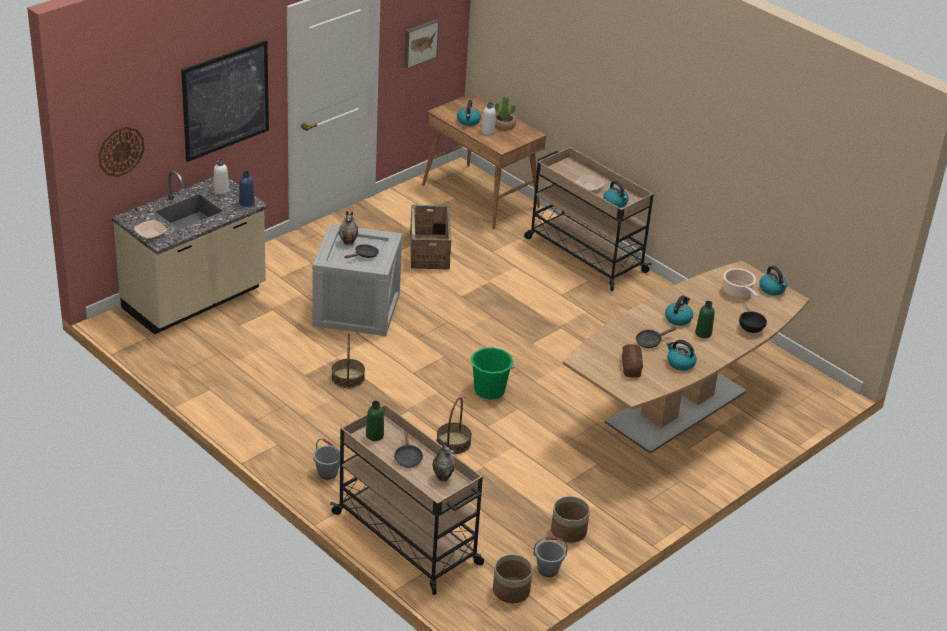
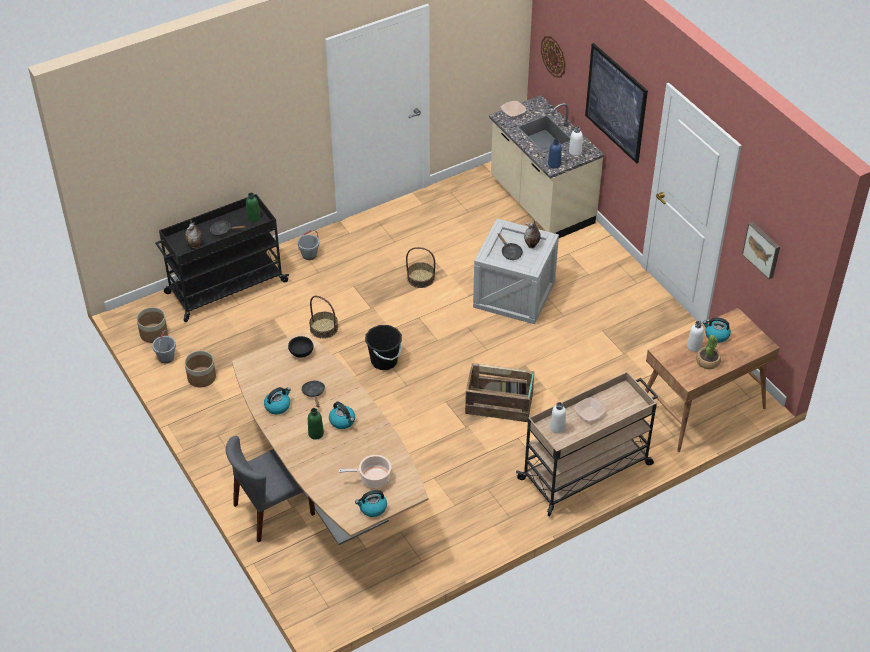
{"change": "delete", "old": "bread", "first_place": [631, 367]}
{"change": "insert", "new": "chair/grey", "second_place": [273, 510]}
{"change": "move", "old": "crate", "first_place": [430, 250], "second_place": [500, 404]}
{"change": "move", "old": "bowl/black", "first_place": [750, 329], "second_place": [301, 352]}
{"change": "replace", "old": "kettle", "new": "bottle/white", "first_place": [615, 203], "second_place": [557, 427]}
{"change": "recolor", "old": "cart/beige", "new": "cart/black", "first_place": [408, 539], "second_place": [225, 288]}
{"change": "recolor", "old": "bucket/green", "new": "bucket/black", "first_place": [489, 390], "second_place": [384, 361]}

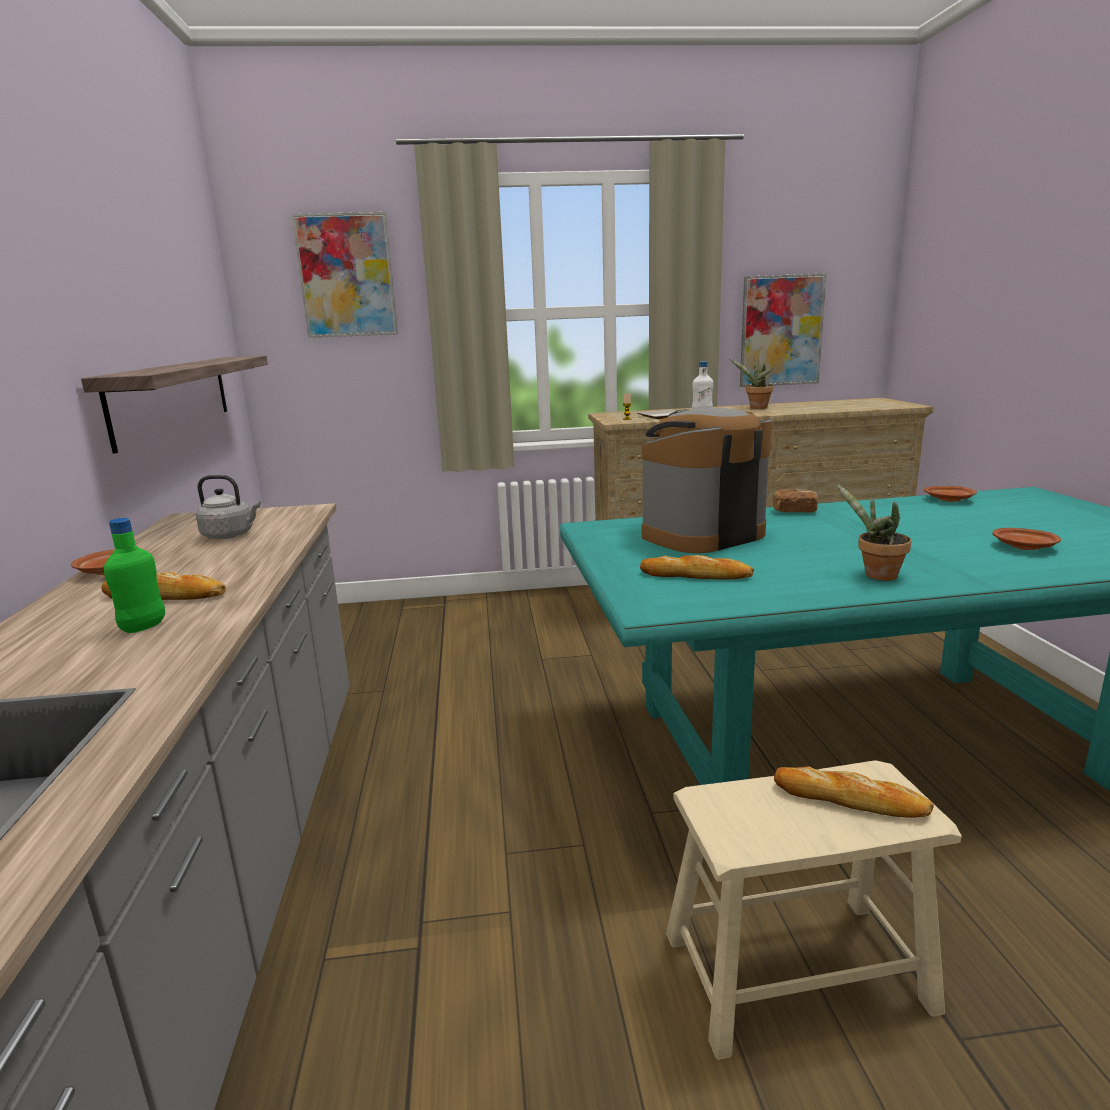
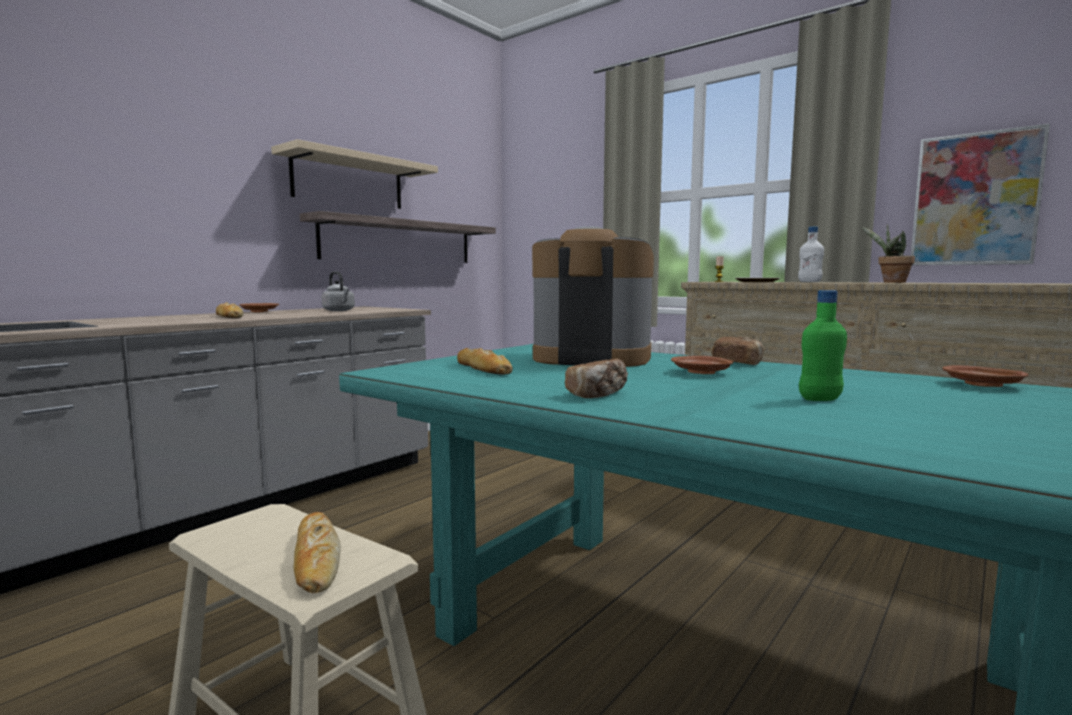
{"change": "delete", "old": "picture", "first_place": [346, 276]}
{"change": "insert", "new": "shelf/beige", "second_place": [348, 181]}
{"change": "move", "old": "bottle/green", "first_place": [144, 627], "second_place": [820, 399]}
{"change": "move", "old": "plate/brown", "first_place": [1025, 547], "second_place": [701, 373]}
{"change": "replace", "old": "potted plant", "new": "bread", "first_place": [875, 575], "second_place": [598, 394]}

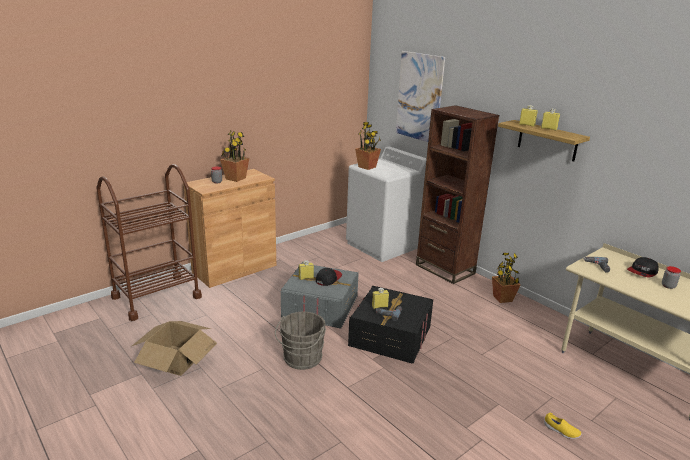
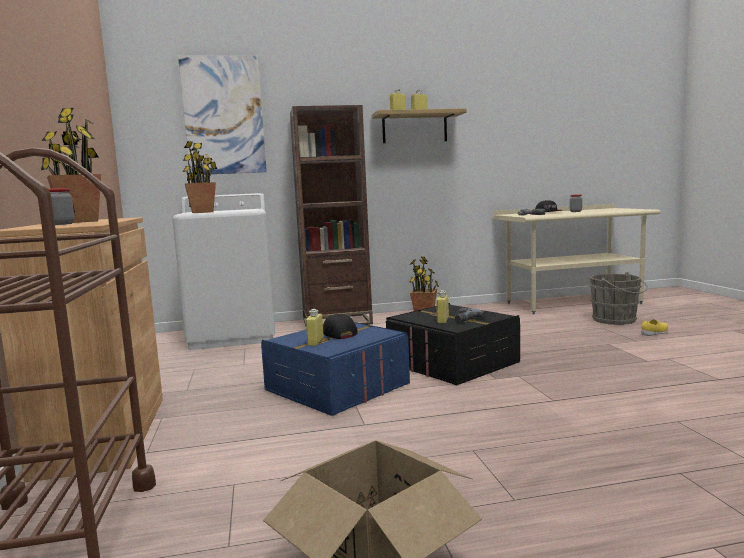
{"change": "move", "old": "bucket/grey", "first_place": [301, 359], "second_place": [616, 320]}
{"change": "recolor", "old": "storage box/grey", "new": "storage box/blue", "first_place": [320, 307], "second_place": [337, 387]}

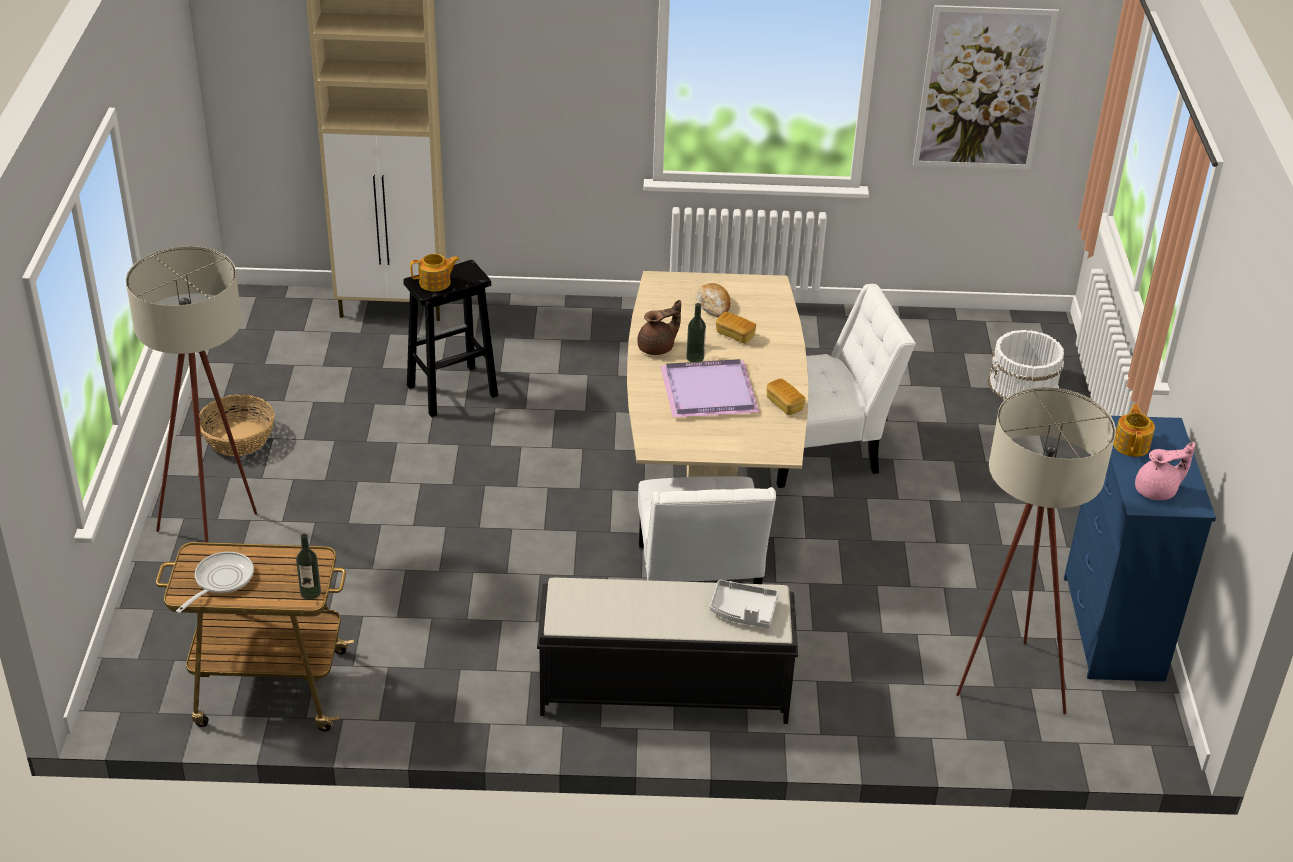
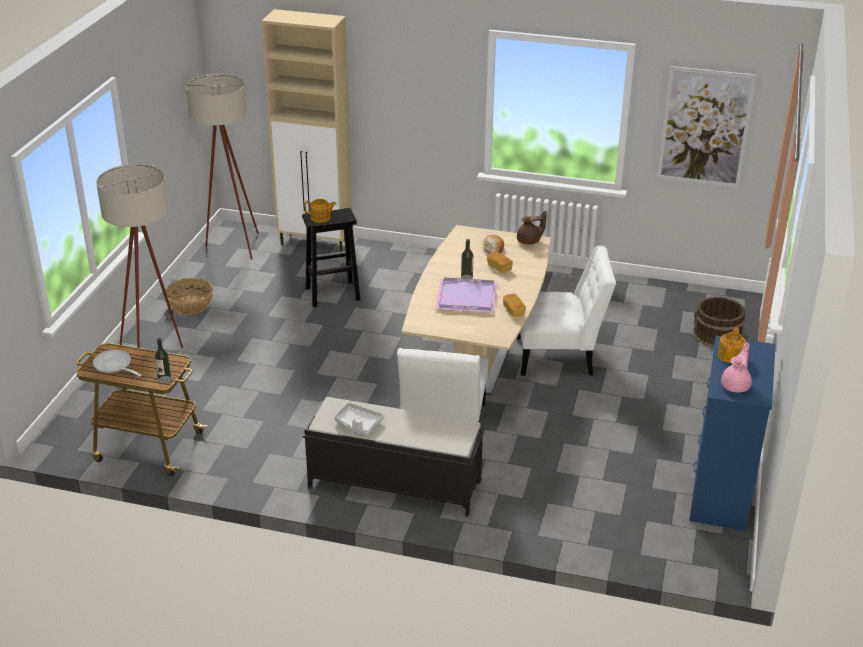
{"change": "move", "old": "teapot/brown", "first_place": [657, 348], "second_place": [529, 241]}
{"change": "move", "old": "tray/grey", "first_place": [743, 611], "second_place": [358, 424]}
{"change": "move", "old": "floor lamp/beige", "first_place": [1002, 685], "second_place": [231, 246]}
{"change": "recolor", "old": "bucket/white", "new": "bucket/brown", "first_place": [1023, 385], "second_place": [717, 335]}
{"change": "rotate", "old": "frying pan", "first_place": [220, 581], "second_place": [114, 366], "degrees": -90}
{"change": "rotate", "old": "teapot/pink", "first_place": [1157, 491], "second_place": [736, 385], "degrees": -60}

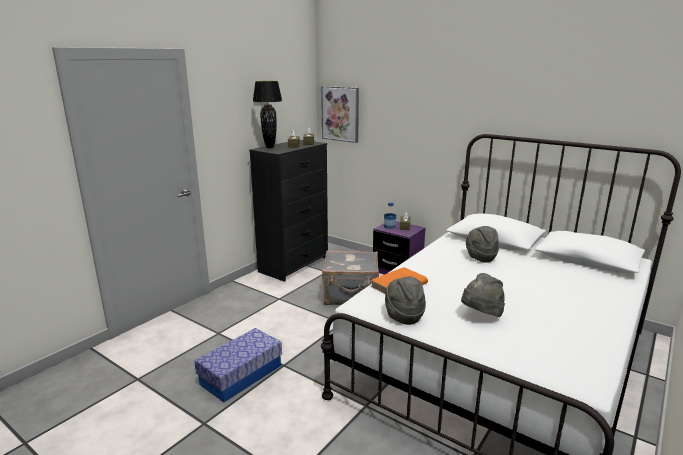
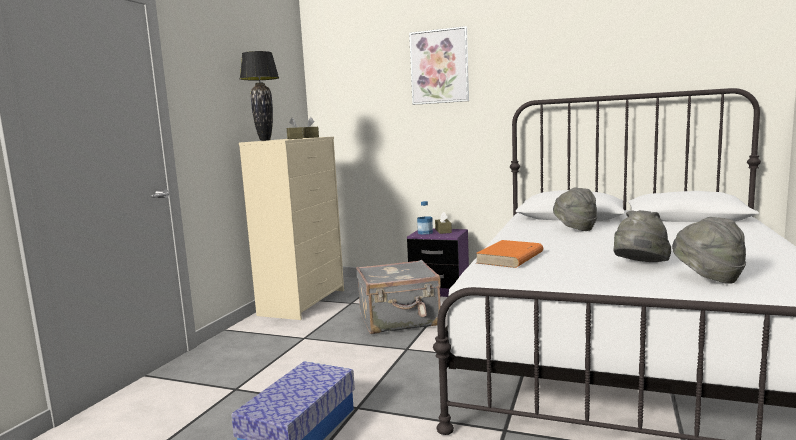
{"change": "move", "old": "picture", "first_place": [340, 114], "second_place": [439, 66]}
{"change": "move", "old": "hat/grey", "first_place": [403, 316], "second_place": [707, 278]}
{"change": "recolor", "old": "dresser/black", "new": "dresser/beige", "first_place": [294, 264], "second_place": [303, 302]}

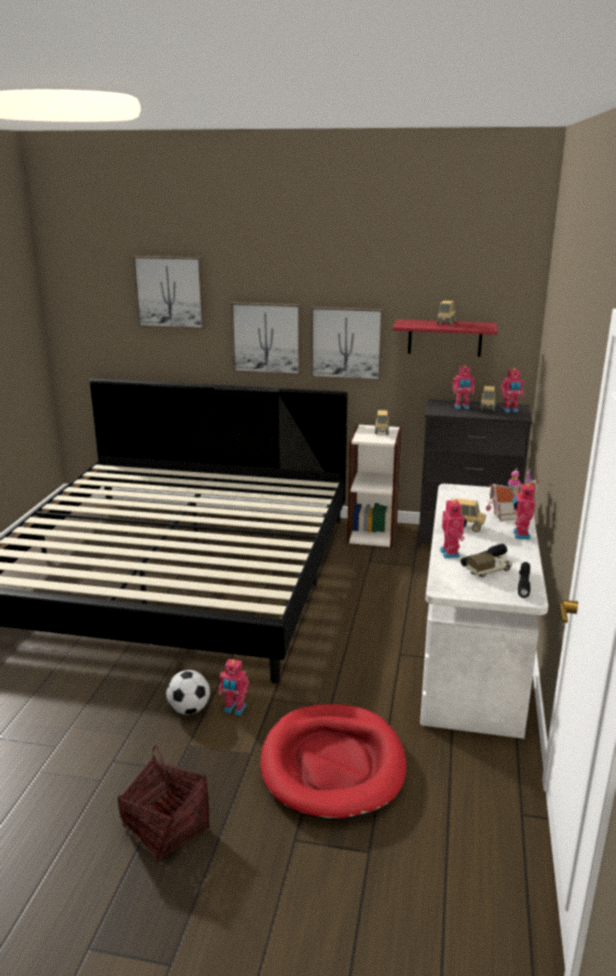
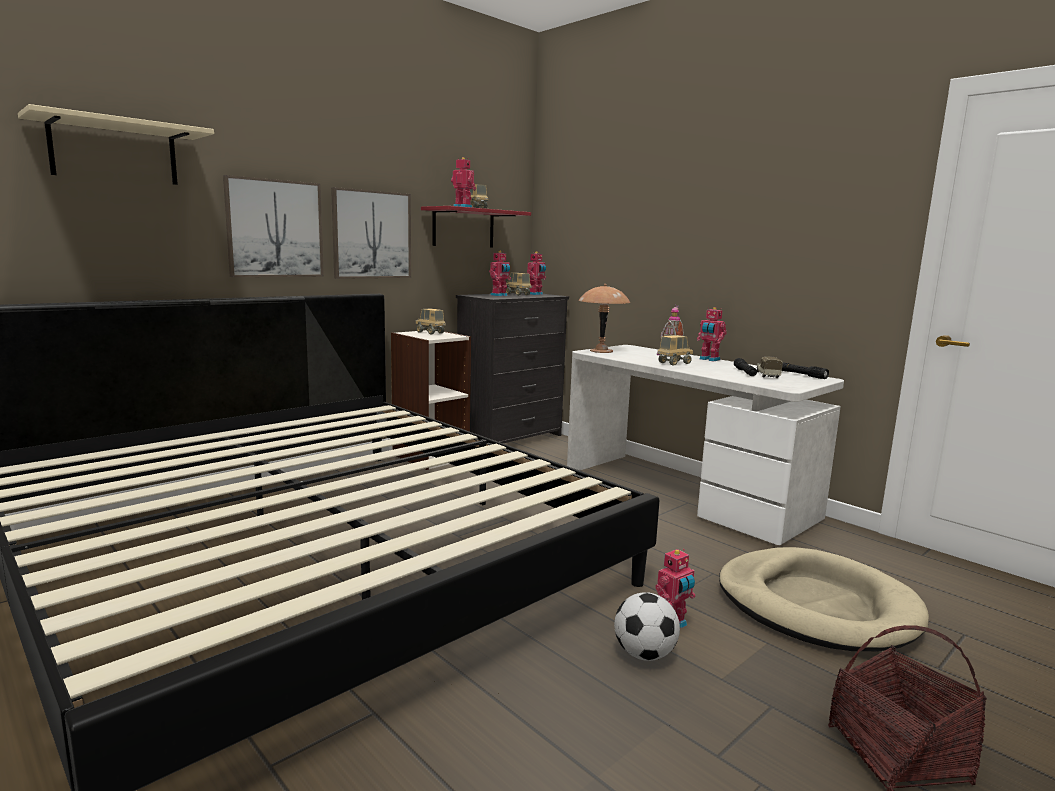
{"change": "insert", "new": "table lamp/brown", "second_place": [602, 351]}
{"change": "move", "old": "toy robot", "first_place": [451, 553], "second_place": [463, 207]}
{"change": "replace", "old": "picture", "new": "shelf/beige", "first_place": [170, 292], "second_place": [114, 152]}
{"change": "recolor", "old": "dog bed/red", "new": "dog bed/beige", "first_place": [333, 765], "second_place": [816, 605]}

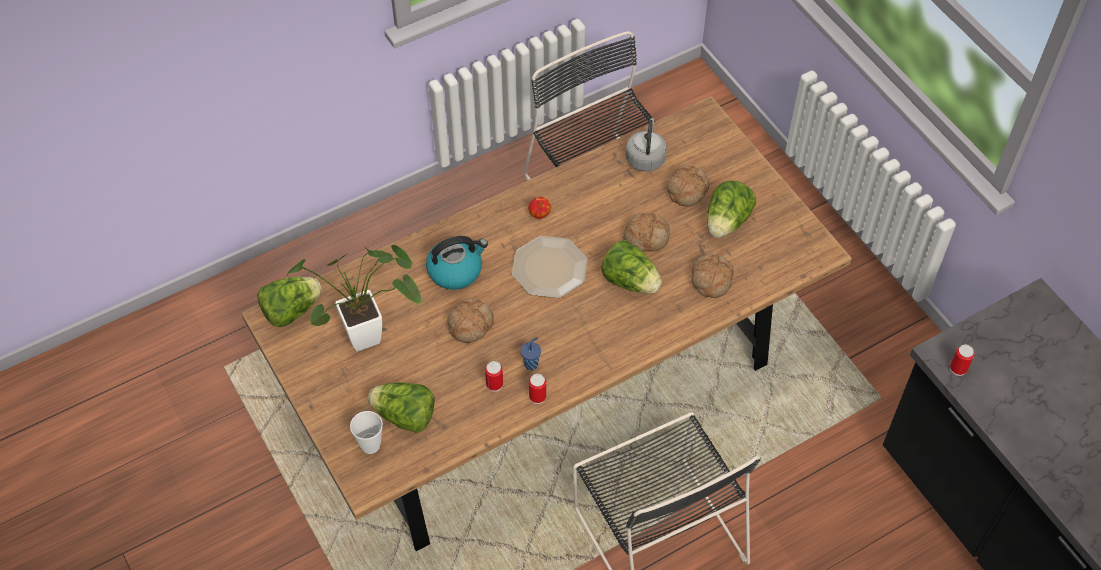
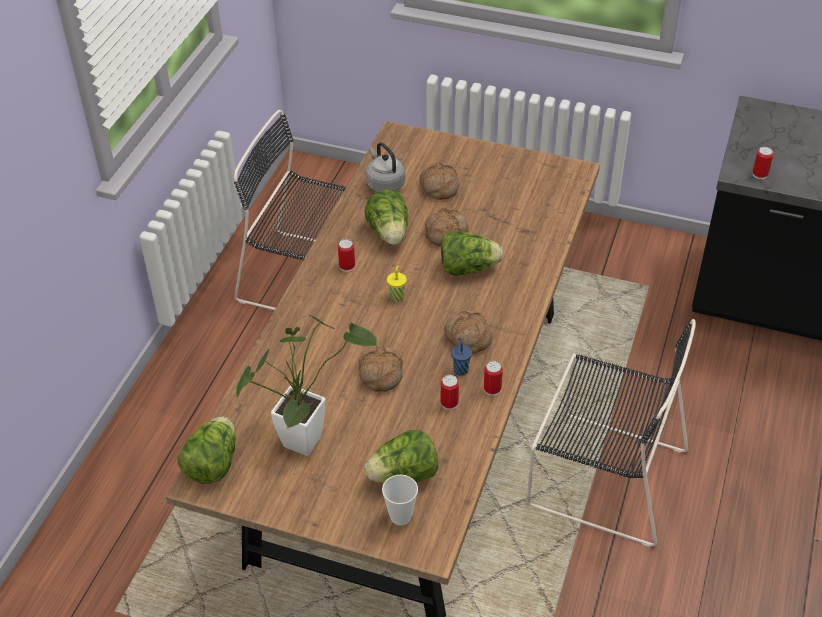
{"change": "delete", "old": "kettle", "first_place": [456, 270]}
{"change": "move", "old": "bread", "first_place": [710, 280], "second_place": [467, 338]}
{"change": "move", "old": "lettuce", "first_place": [727, 222], "second_place": [389, 233]}
{"change": "replace", "old": "plate", "new": "cup/yellow", "first_place": [550, 267], "second_place": [397, 297]}
{"change": "replace", "old": "apple", "new": "can", "first_place": [540, 214], "second_place": [347, 266]}

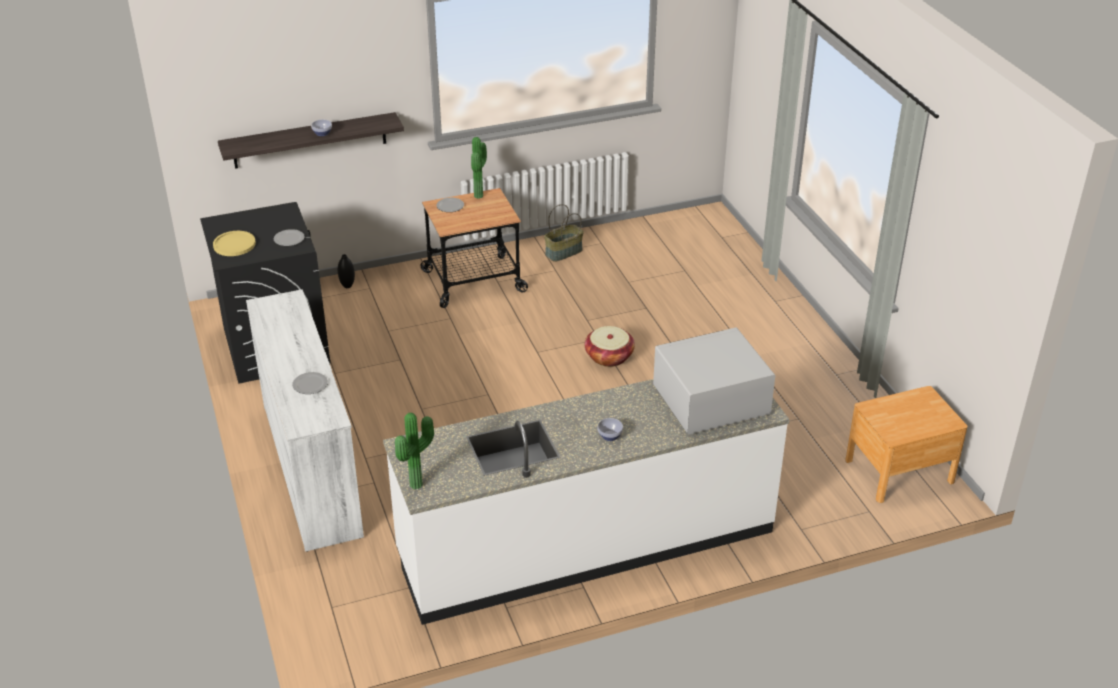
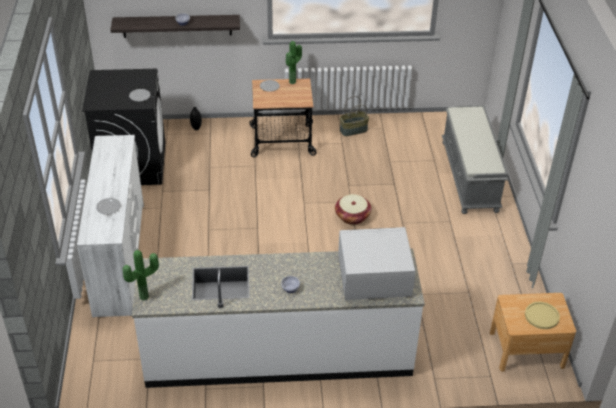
{"change": "insert", "new": "bench/grey", "second_place": [470, 176]}
{"change": "move", "old": "plate/yellow", "first_place": [234, 244], "second_place": [541, 316]}

